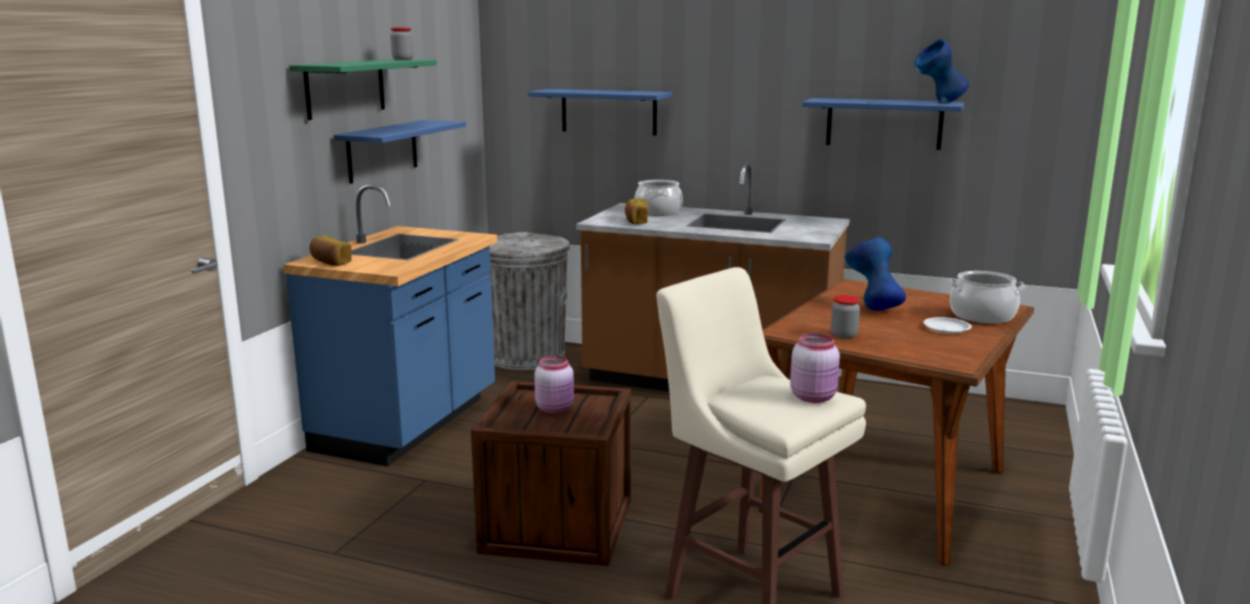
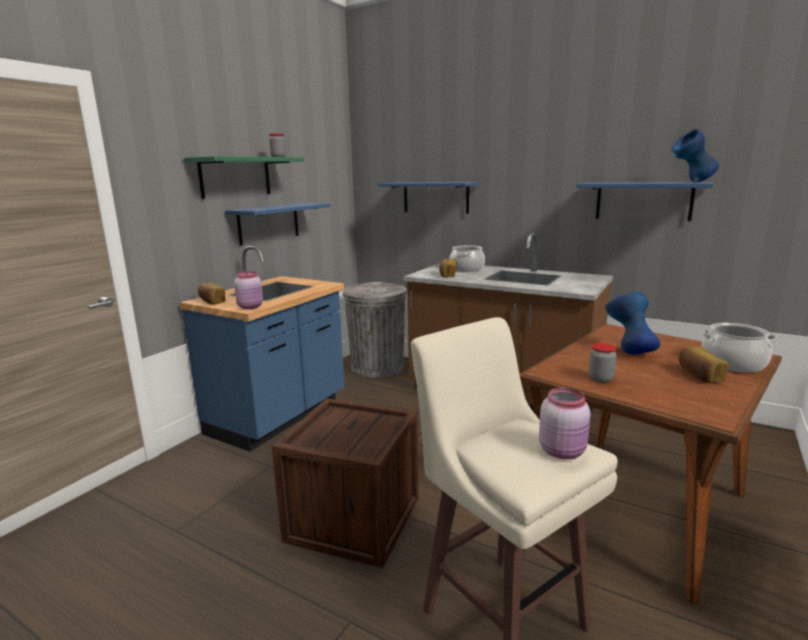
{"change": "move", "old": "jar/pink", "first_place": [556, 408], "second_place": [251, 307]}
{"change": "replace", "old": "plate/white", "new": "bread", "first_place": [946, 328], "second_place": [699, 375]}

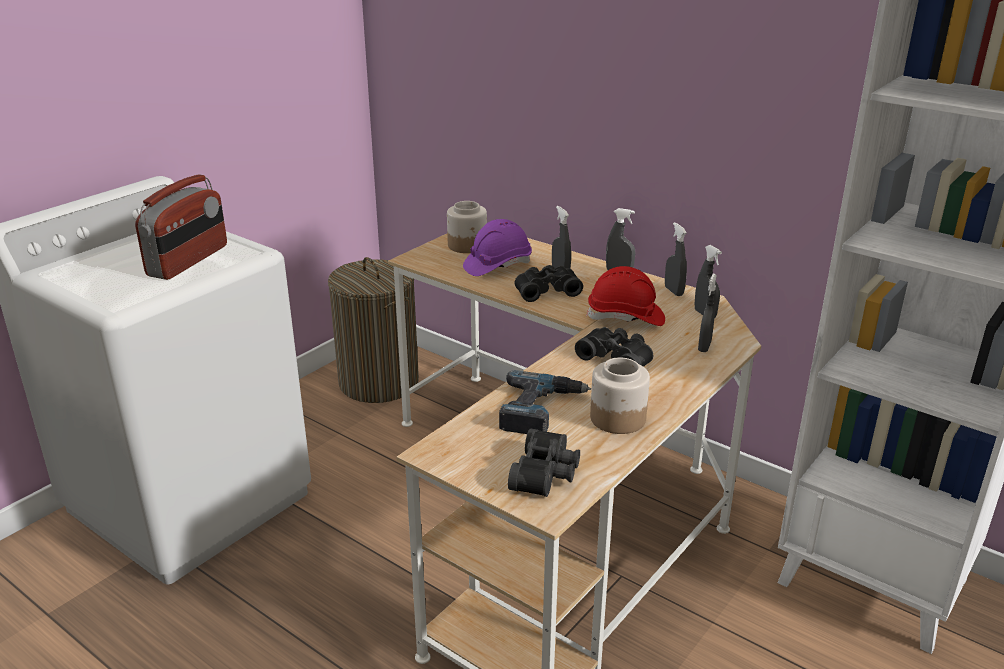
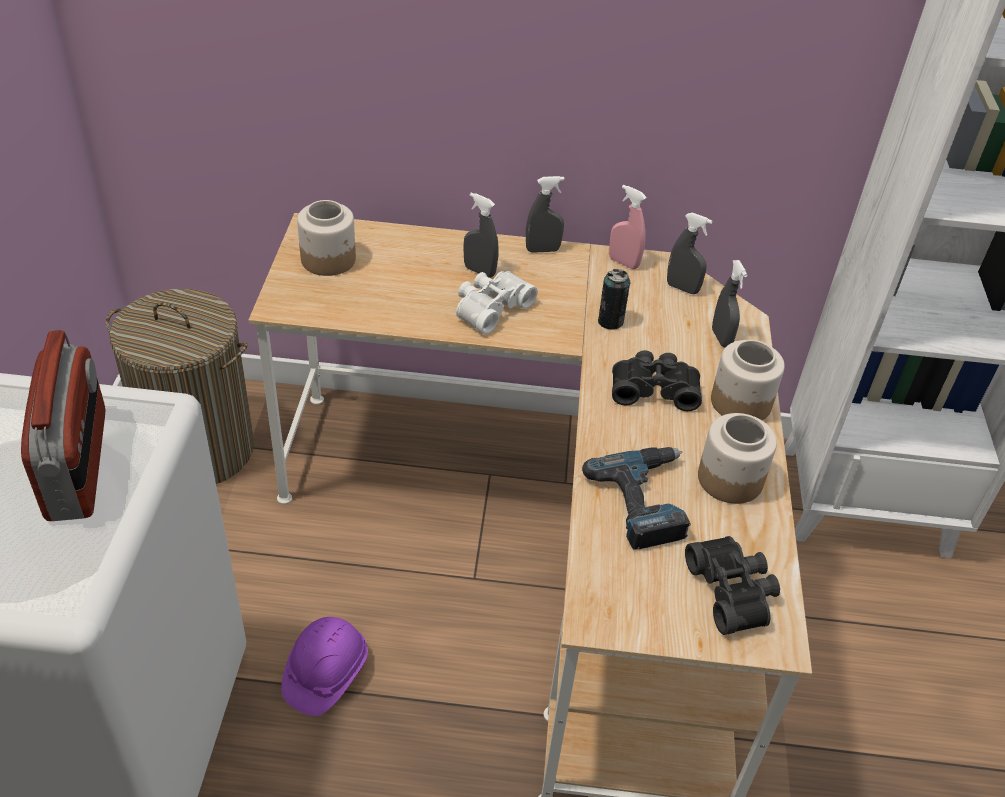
{"change": "insert", "new": "jar", "second_place": [740, 402]}
{"change": "move", "old": "hard hat/purple", "first_place": [497, 265], "second_place": [325, 673]}
{"change": "replace", "old": "hard hat/red", "new": "can", "first_place": [626, 317], "second_place": [610, 321]}
{"change": "recolor", "old": "binoculars/black", "new": "binoculars/white", "first_place": [546, 290], "second_place": [490, 308]}
{"change": "recolor", "old": "spray bottle/grey", "new": "spray bottle/pink", "first_place": [673, 291], "second_place": [623, 262]}

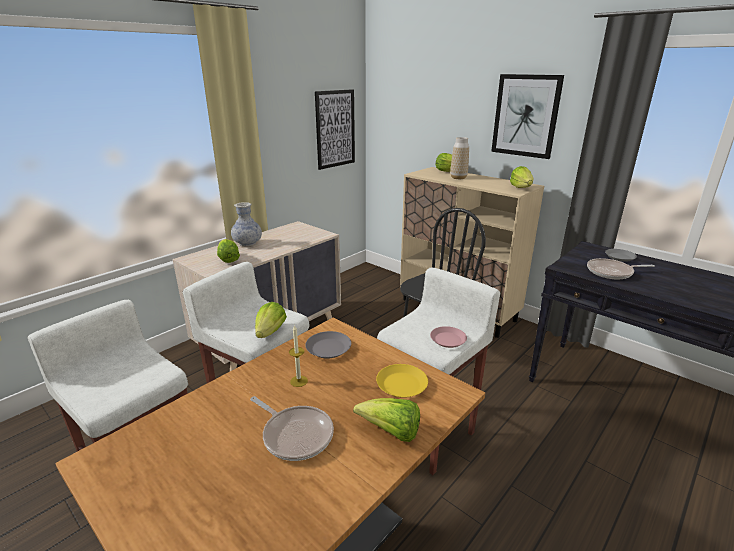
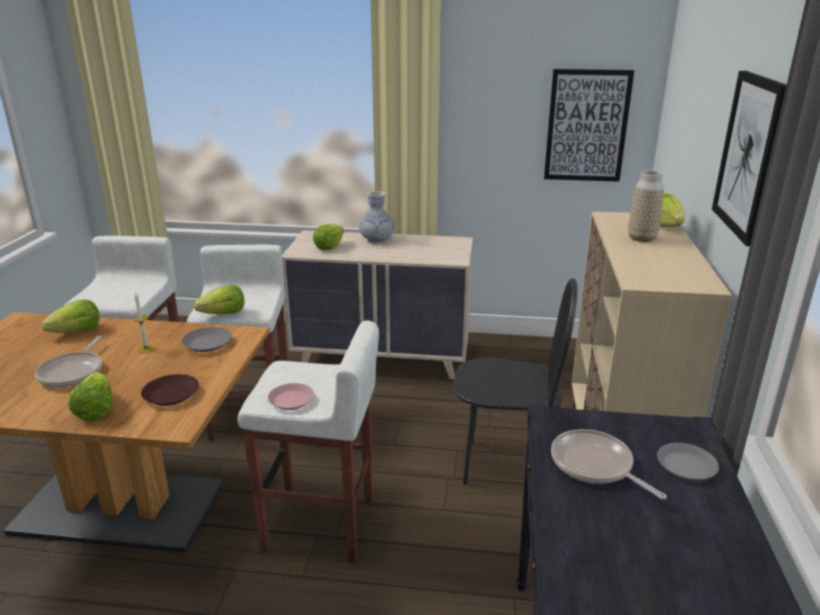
{"change": "move", "old": "lettuce", "first_place": [521, 188], "second_place": [77, 332]}
{"change": "recolor", "old": "plate/yellow", "new": "plate/brown", "first_place": [402, 385], "second_place": [172, 395]}

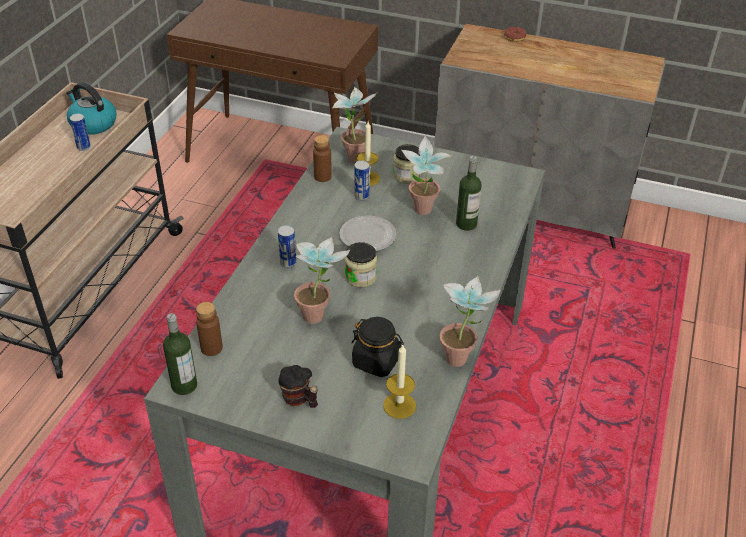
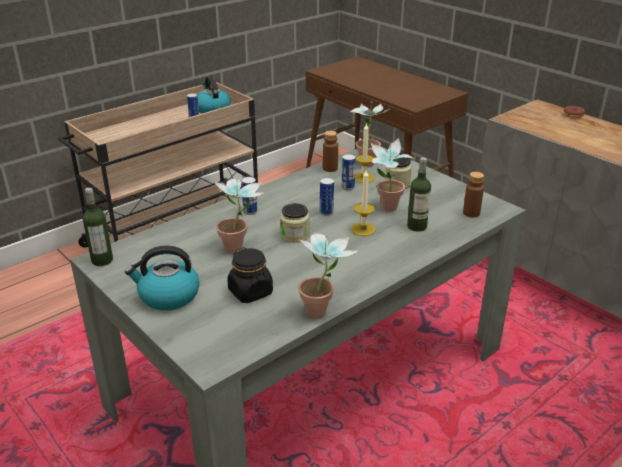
{"change": "move", "old": "bottle/brown", "first_place": [211, 348], "second_place": [471, 213]}
{"change": "move", "old": "candle", "first_place": [399, 405], "second_place": [363, 229]}
{"change": "replace", "old": "mug", "new": "kettle", "first_place": [299, 400], "second_place": [168, 296]}
{"change": "replace", "old": "plate", "new": "can", "first_place": [367, 237], "second_place": [326, 212]}

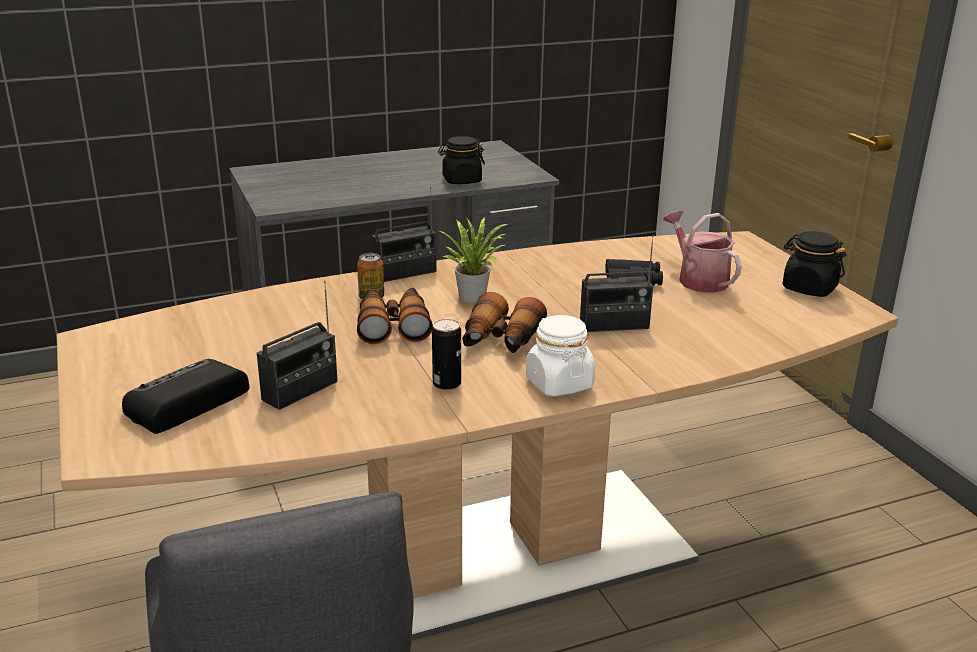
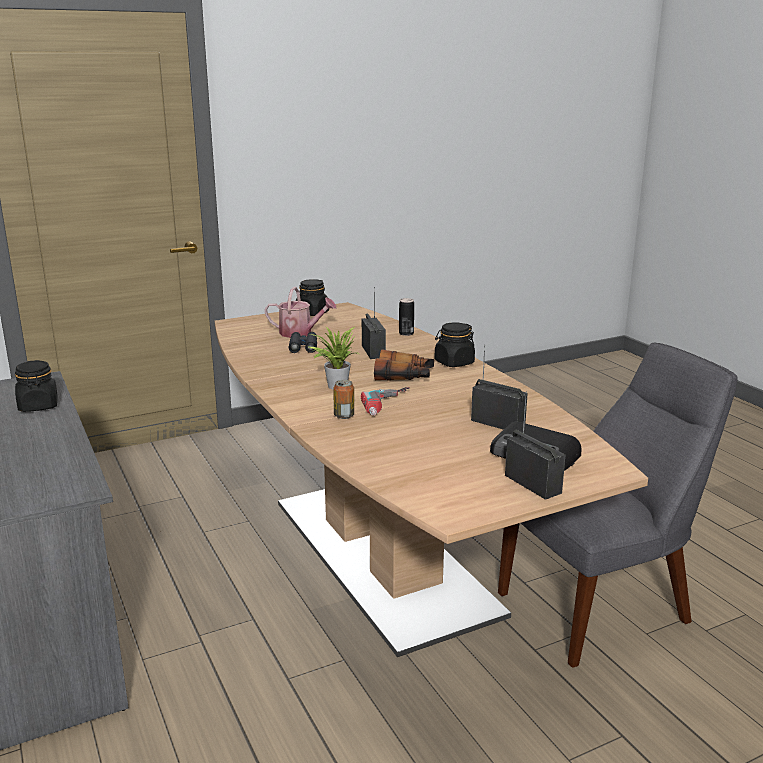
{"change": "move", "old": "radio", "first_place": [405, 273], "second_place": [533, 484]}
{"change": "move", "old": "can", "first_place": [447, 383], "second_place": [406, 333]}
{"change": "replace", "old": "binoculars", "new": "power drill", "first_place": [393, 325], "second_place": [390, 405]}
{"change": "recolor", "old": "jar/white", "new": "jar/black", "first_place": [559, 383], "second_place": [454, 363]}
{"change": "rotate", "old": "watering can", "first_place": [698, 279], "second_place": [300, 333], "degrees": -135}

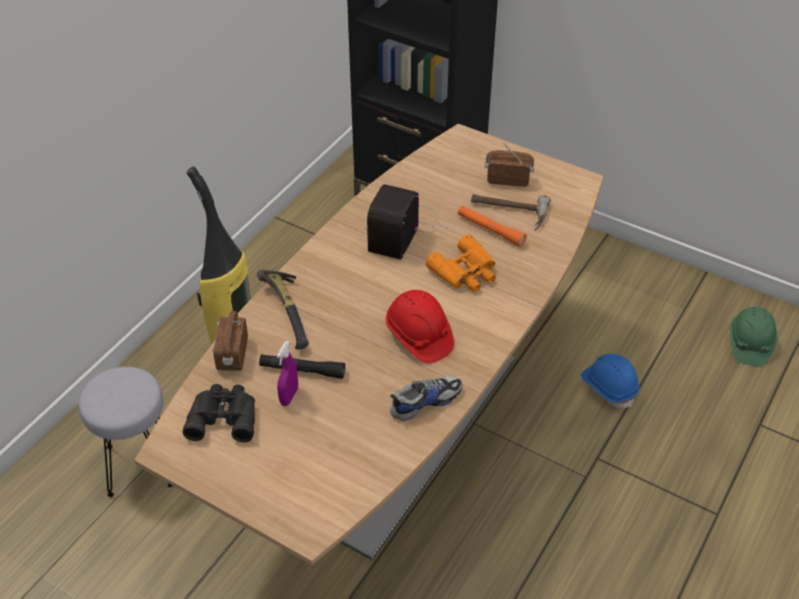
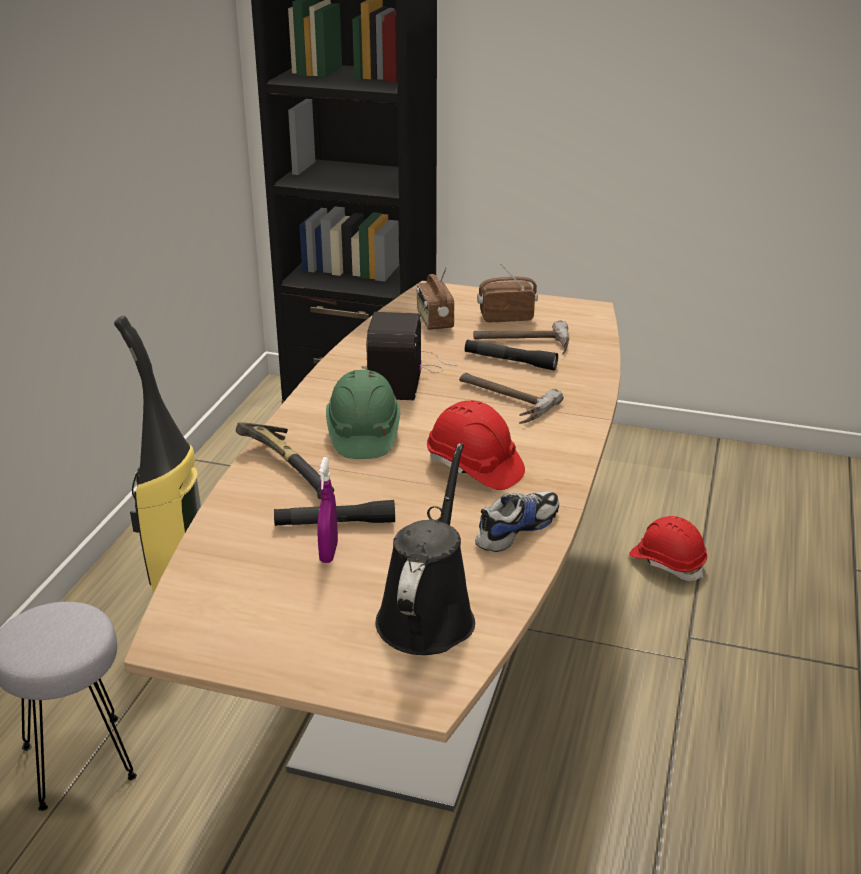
{"change": "delete", "old": "binoculars/black", "first_place": [223, 416]}
{"change": "insert", "new": "watering can/black", "second_place": [428, 614]}
{"change": "move", "old": "radio", "first_place": [232, 355], "second_place": [434, 321]}
{"change": "move", "old": "hard hat/green", "first_place": [749, 344], "second_place": [363, 434]}
{"change": "replace", "old": "binoculars/orange", "new": "hammer", "first_place": [466, 272], "second_place": [501, 401]}
{"change": "recolor", "old": "flashlight/orange", "new": "flashlight/black", "first_place": [490, 230], "second_place": [510, 361]}
{"change": "recolor", "old": "hard hat/blue", "new": "hard hat/red", "first_place": [609, 387], "second_place": [667, 562]}

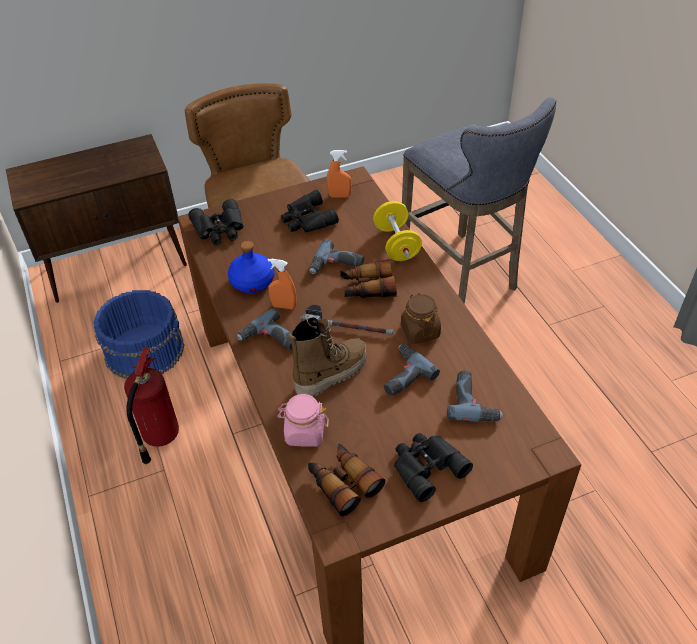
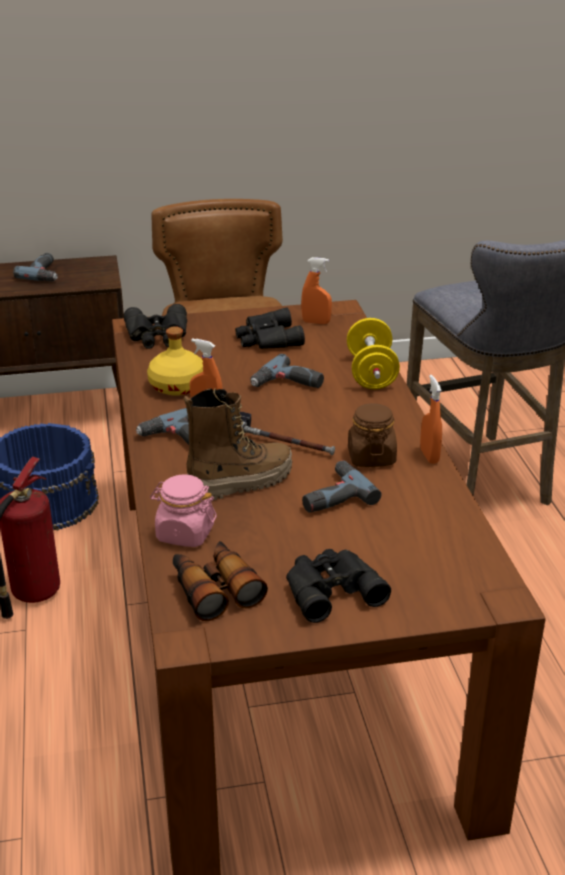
{"change": "delete", "old": "binoculars", "first_place": [367, 288]}
{"change": "insert", "new": "spray bottle/orange", "second_place": [429, 456]}
{"change": "move", "old": "power drill", "first_place": [474, 401], "second_place": [45, 273]}
{"change": "recolor", "old": "bottle/blue", "new": "bottle/yellow", "first_place": [253, 282], "second_place": [178, 386]}

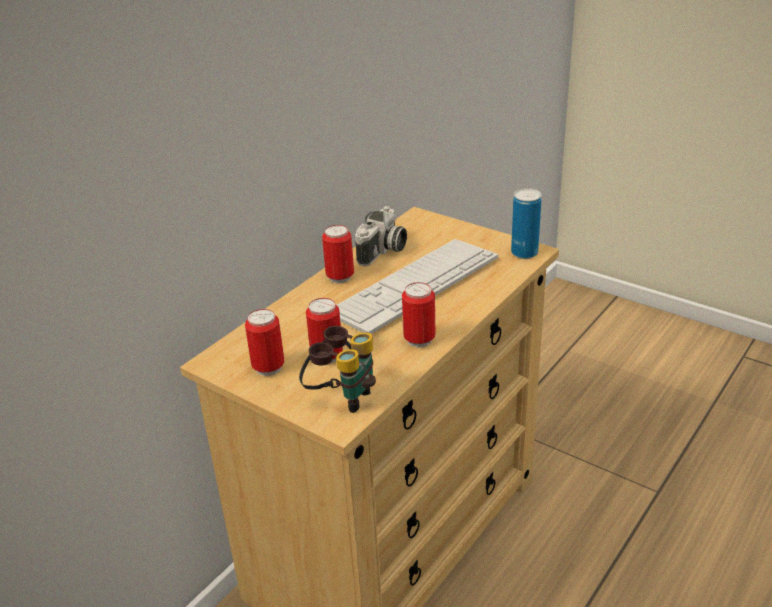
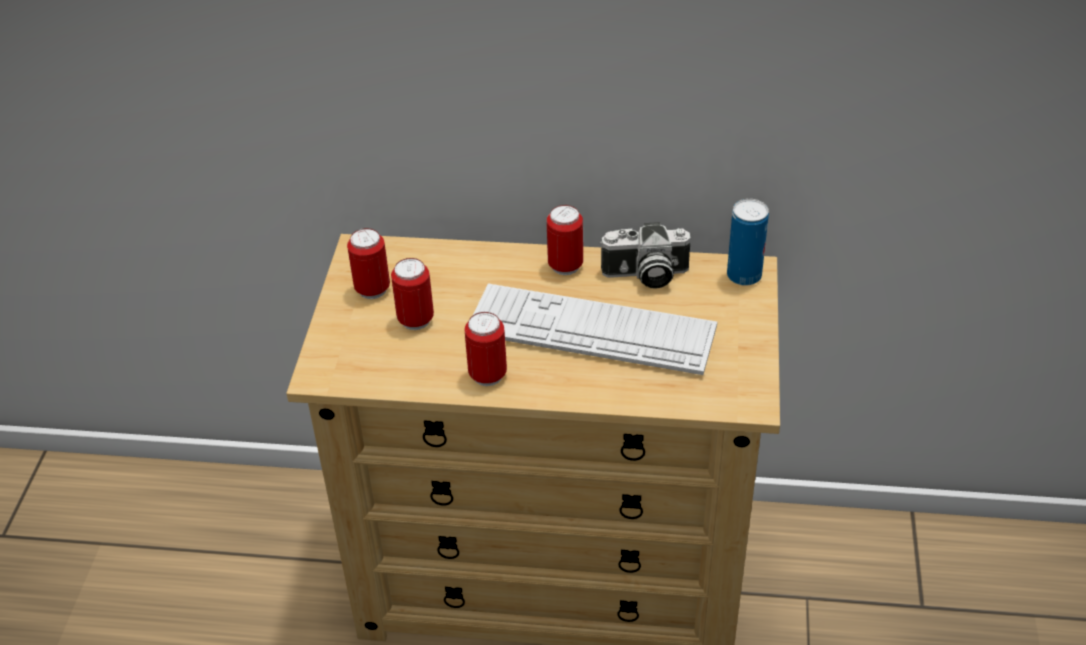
{"change": "delete", "old": "binoculars", "first_place": [341, 396]}
{"change": "move", "old": "can", "first_place": [524, 253], "second_place": [744, 276]}

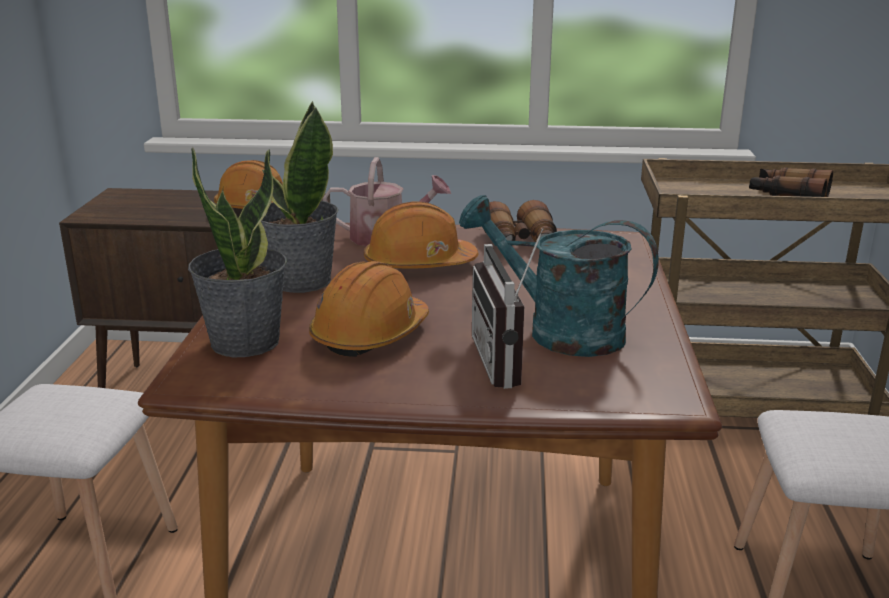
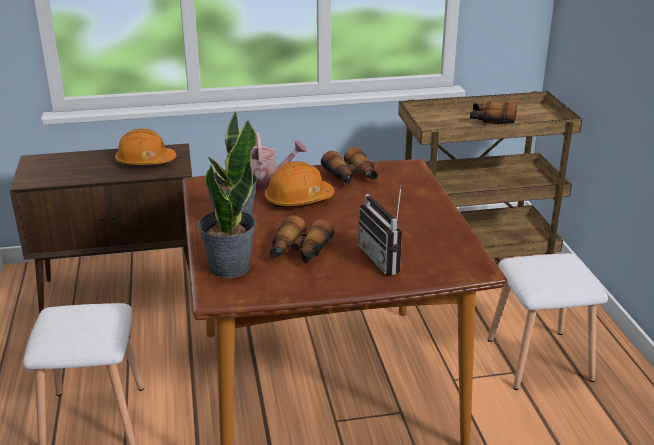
{"change": "delete", "old": "watering can/turquoise", "first_place": [559, 331]}
{"change": "replace", "old": "hard hat/orange", "new": "binoculars", "first_place": [370, 334], "second_place": [299, 252]}

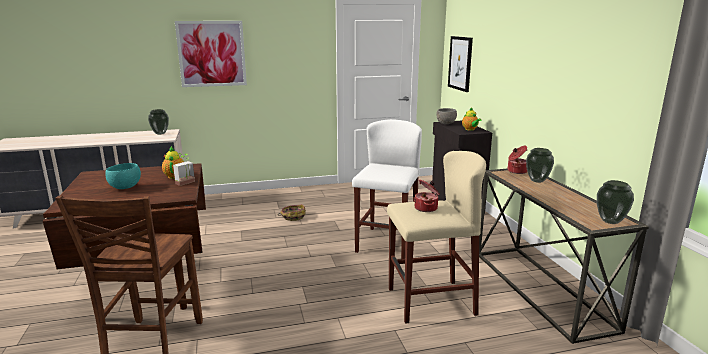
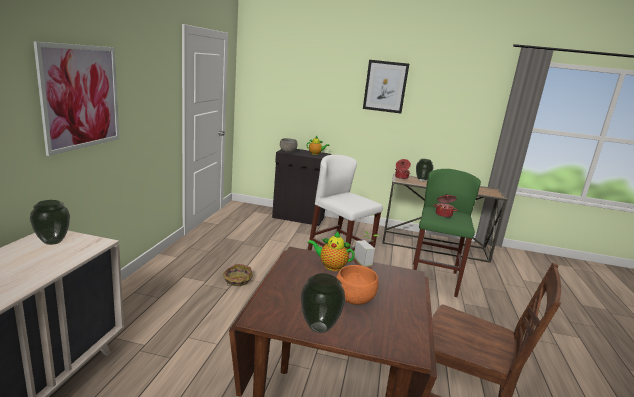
{"change": "move", "old": "picture", "first_place": [460, 63], "second_place": [385, 86]}
{"change": "move", "old": "vase", "first_place": [610, 221], "second_place": [319, 327]}
{"change": "recolor", "old": "bowl/turquoise", "new": "bowl/orange", "first_place": [125, 187], "second_place": [353, 299]}
{"change": "recolor", "old": "stool/beige", "new": "stool/green", "first_place": [430, 301], "second_place": [433, 279]}

